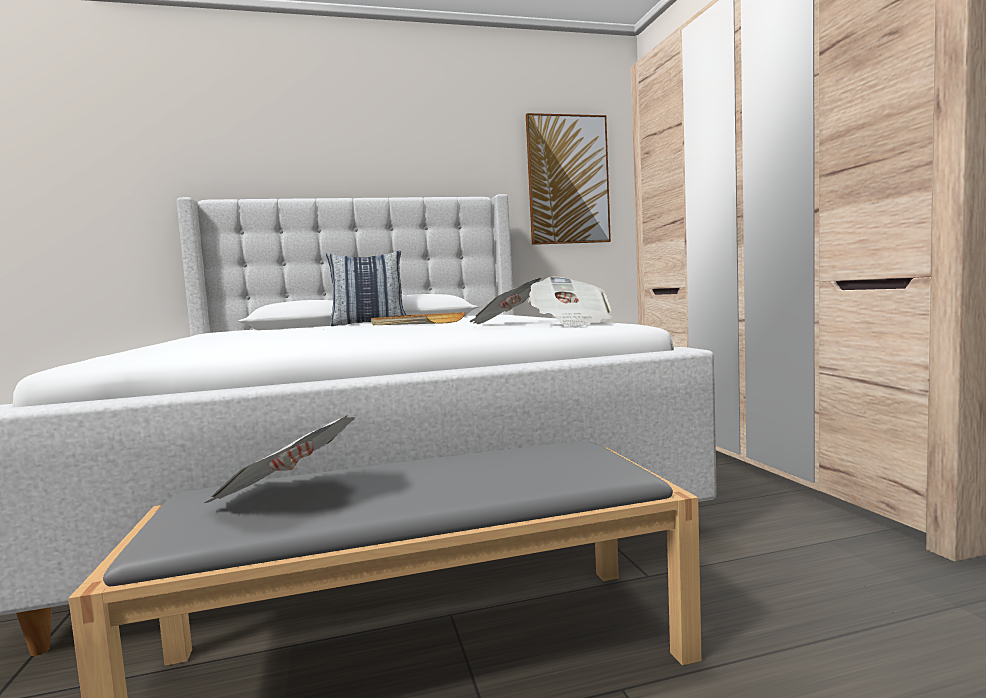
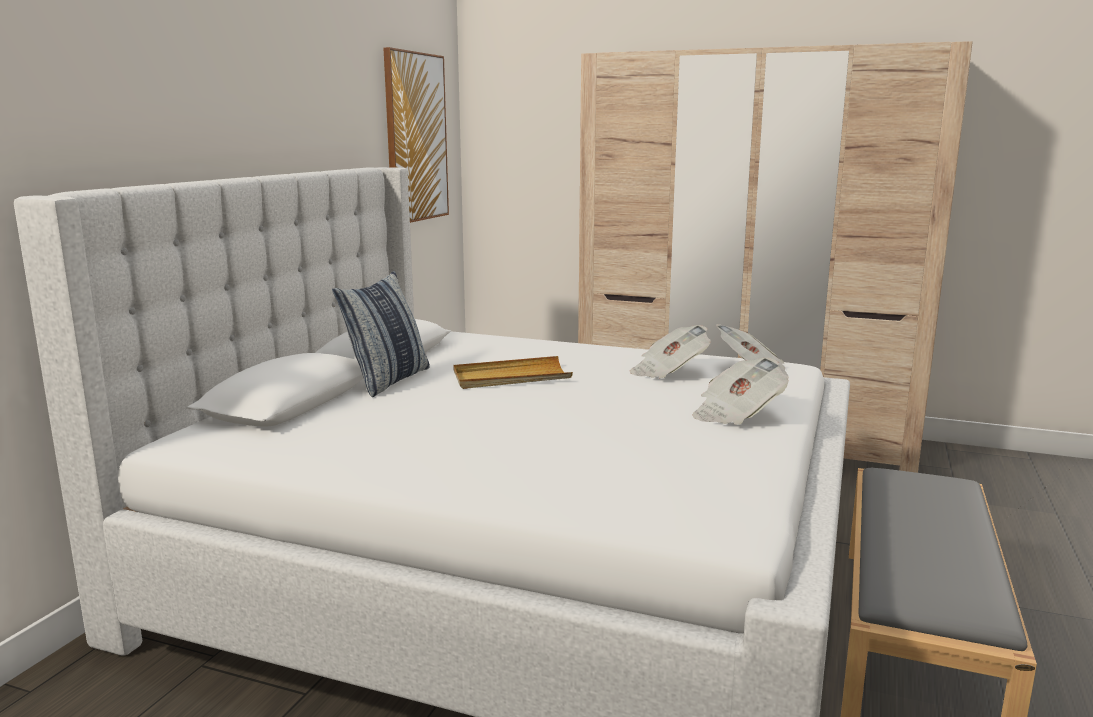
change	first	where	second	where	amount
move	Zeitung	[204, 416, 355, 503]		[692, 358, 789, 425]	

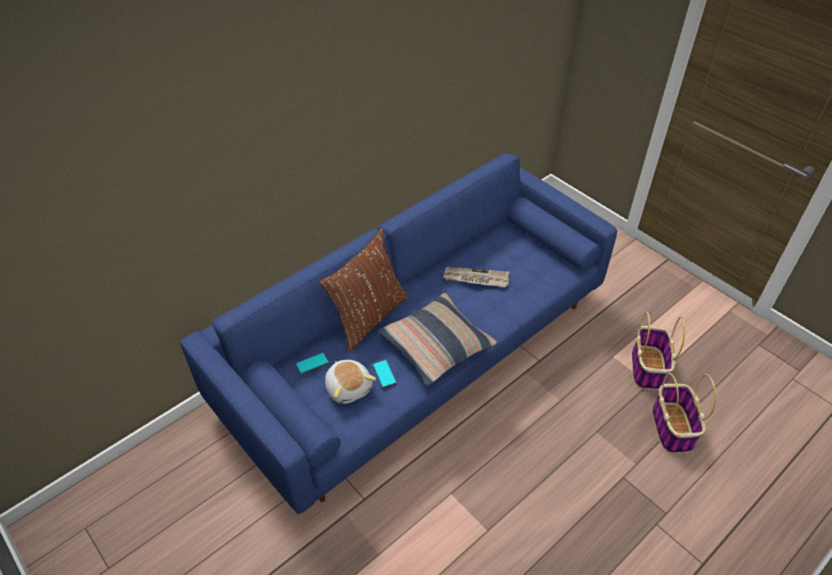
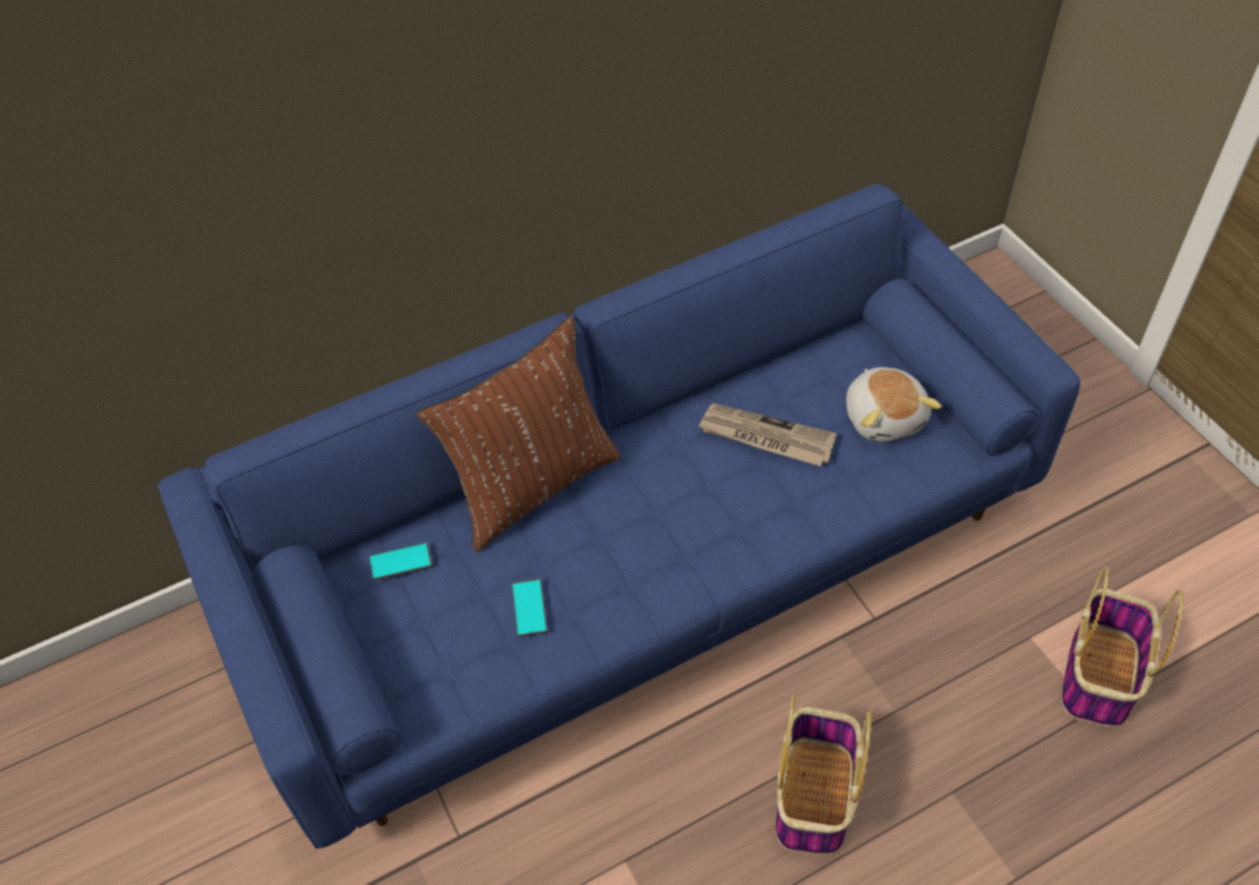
change	first	where	second	where	amount
delete	Kissen	[377, 293, 497, 387]			
move	Plüschtier	[325, 360, 376, 404]		[846, 367, 942, 442]	
move	Korb	[652, 373, 716, 454]		[776, 693, 872, 855]	

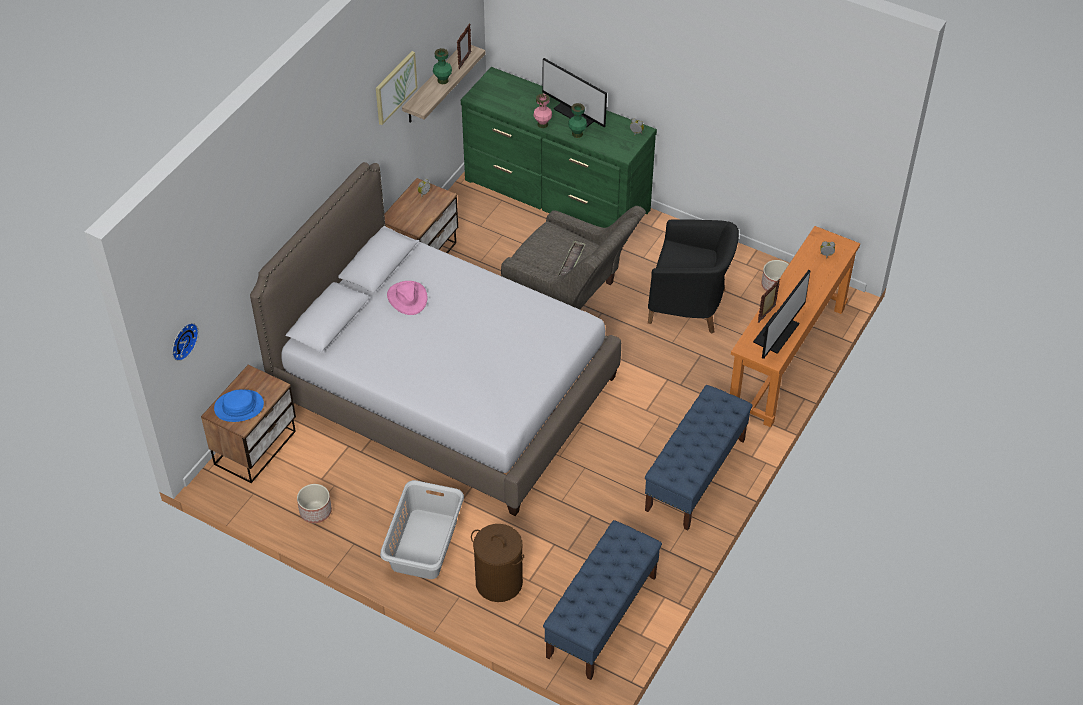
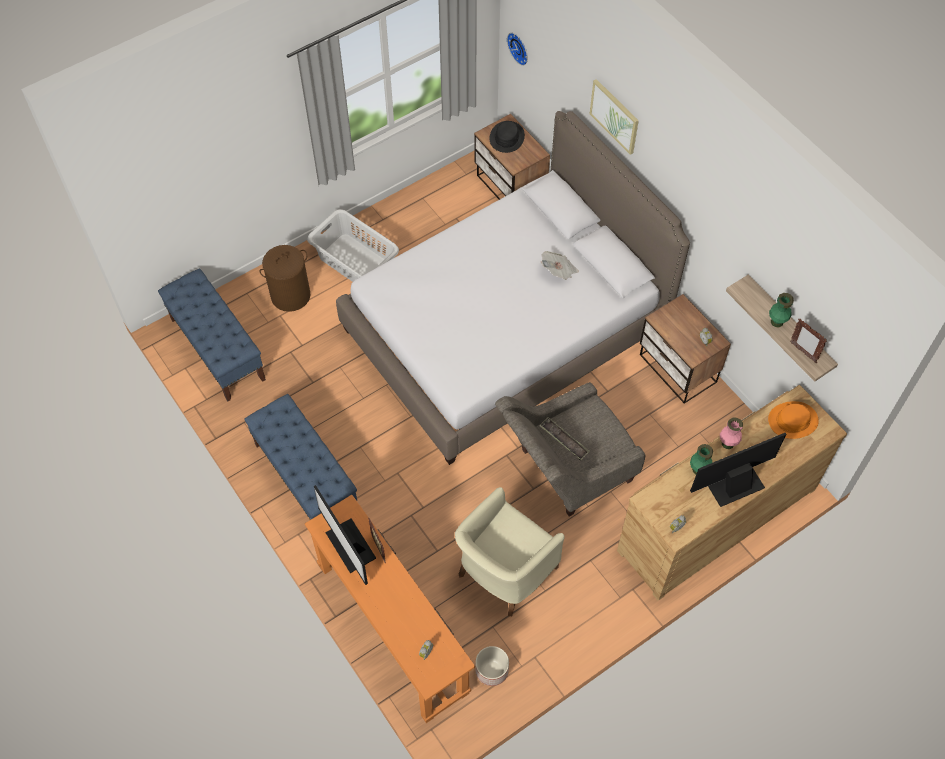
change	first	where	second	where	amount
delete	Pflanzkübel	[297, 484, 332, 523]			
insert			Hut (orange)	[768, 401, 819, 439]	
move	Bild	[376, 51, 418, 125]		[590, 79, 639, 155]	
replace	Hut (rosa)	[387, 281, 427, 315]	Zeitung	[541, 251, 579, 280]	
recolor	Hut (blau)	[214, 390, 264, 422]	Hut (schwarz)	[490, 121, 525, 153]	
recolor	Kommode (grün)	[461, 67, 657, 242]	Kommode (braun)	[617, 385, 847, 601]	
recolor	Sessel (schwarz)	[648, 220, 739, 334]	Sessel (beige)	[455, 487, 565, 616]	

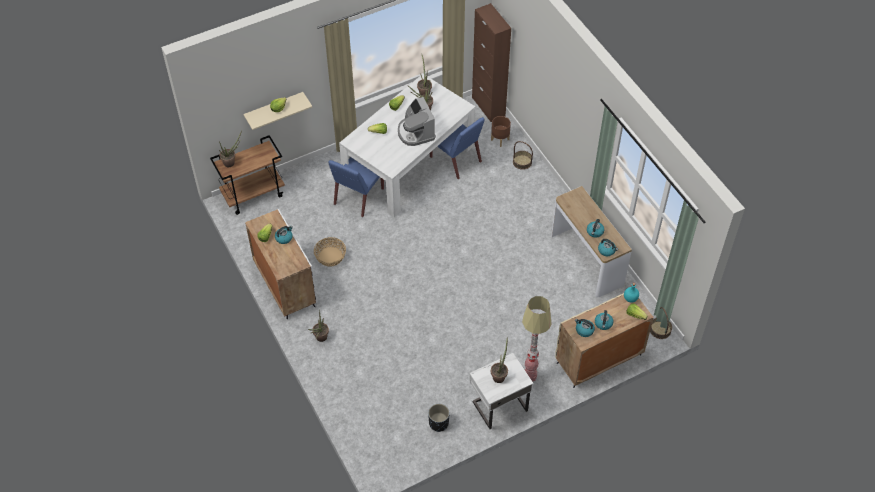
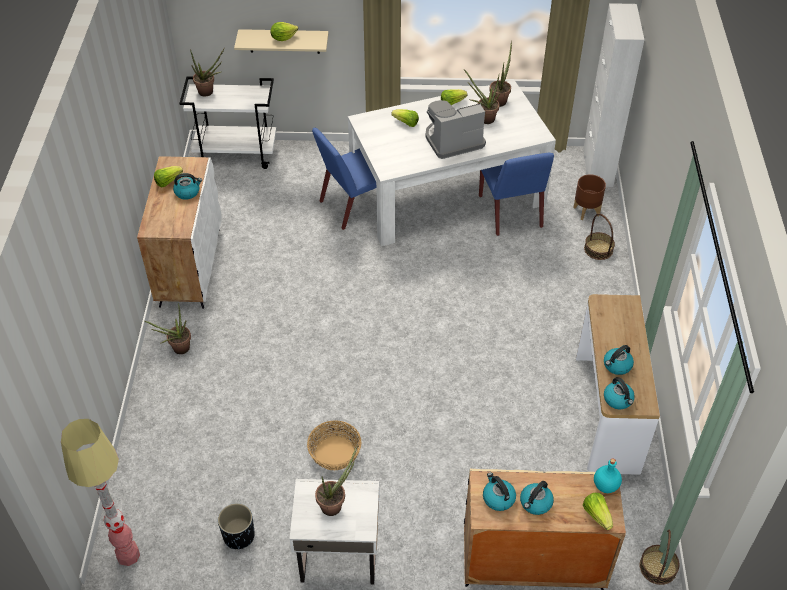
change	first	where	second	where	amount
move	Korb	[314, 237, 346, 267]		[307, 421, 361, 470]	
move	Stehlampe	[522, 296, 551, 382]		[61, 419, 140, 566]	
recolor	Rollwagen (braun)	[210, 135, 285, 215]	Rollwagen (weiß)	[179, 77, 277, 169]	
recolor	Schrank (braun)	[472, 3, 511, 122]	Schrank (weiß)	[583, 3, 644, 187]	
rotate	Kaffeemaschine	[398, 97, 436, 146]		[426, 100, 486, 159]	60 degrees clockwise

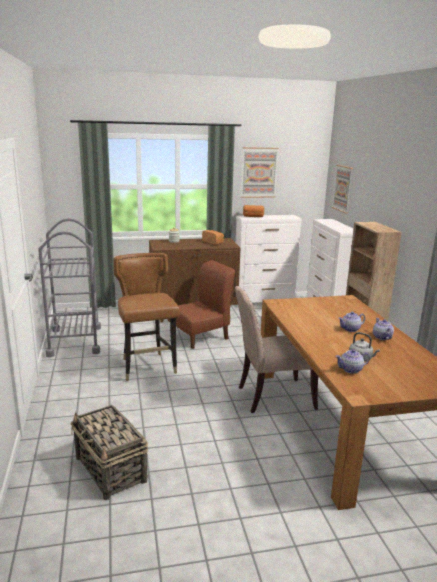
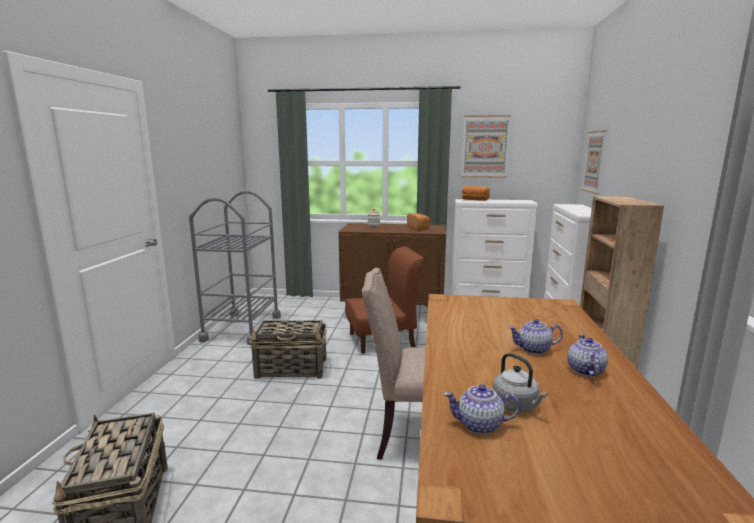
change	first	where	second	where	amount
replace	Stuhl (braun)	[114, 253, 180, 381]	Korb	[249, 320, 327, 379]	

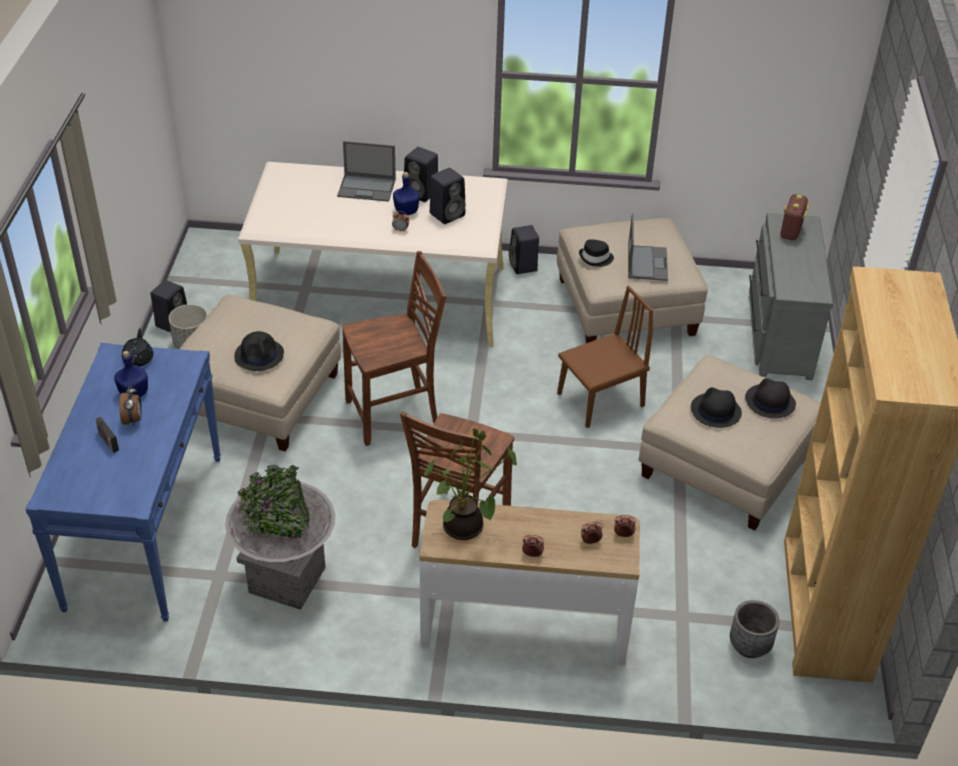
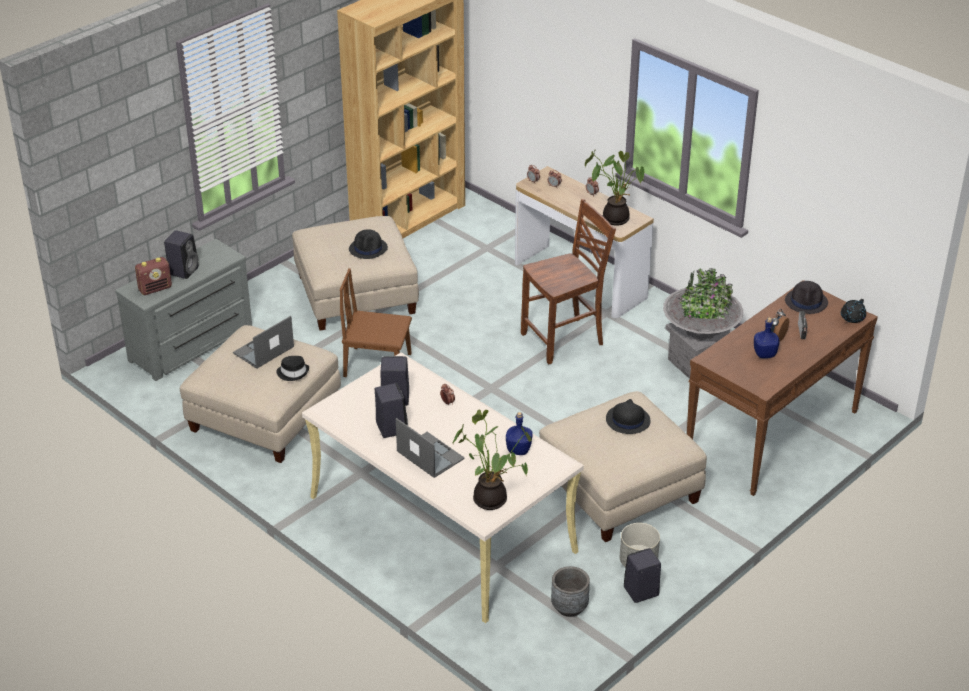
change	first	where	second	where	amount
delete	Stuhl (braun)	[342, 251, 446, 446]			
insert			Topfpflanze	[453, 409, 532, 510]	
move	Teekanne (schwarz)	[122, 328, 153, 367]		[841, 299, 866, 323]	
move	Flasche (blau)	[393, 172, 419, 215]		[506, 412, 533, 455]	
move	Lautsprecher (schwarz)	[509, 225, 539, 274]		[164, 230, 199, 279]	
move	Pflanzkübel (grau)	[730, 600, 779, 658]		[551, 566, 590, 617]	
move	Hut (schwarz)	[745, 378, 796, 418]		[785, 281, 828, 314]	
recolor	Konsolentisch (blau)	[26, 343, 221, 622]	Konsolentisch (braun)	[687, 280, 878, 496]	

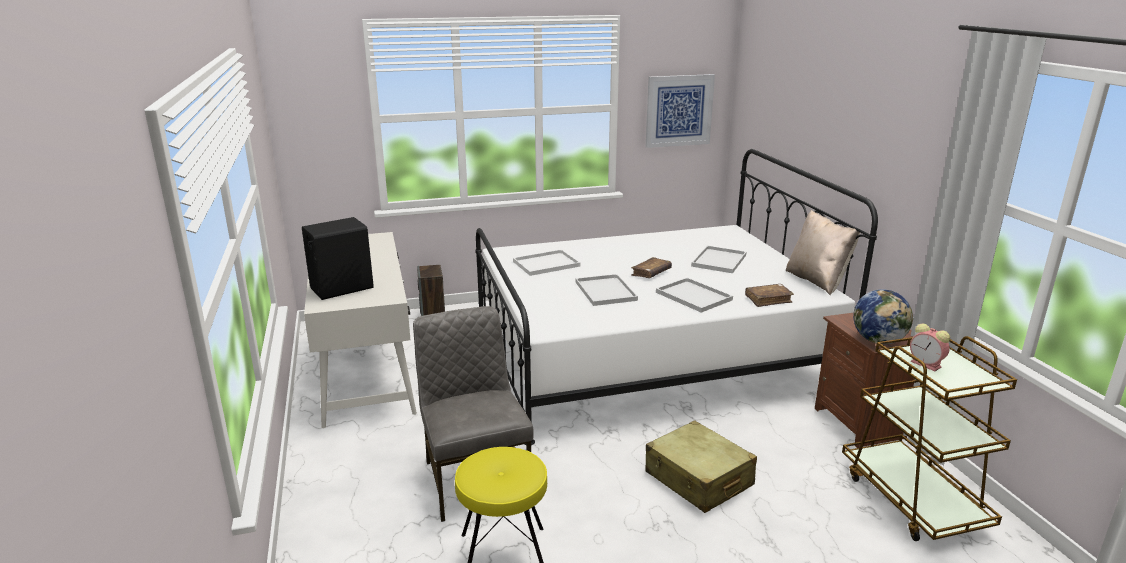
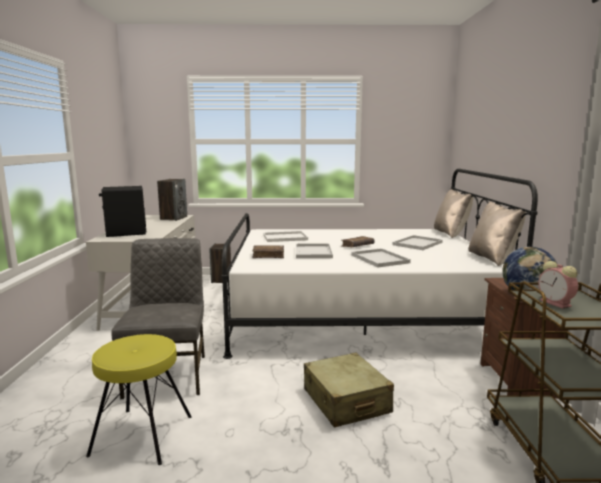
change	first	where	second	where	amount
delete	Bild	[646, 74, 715, 148]			
insert			Lautsprecher	[157, 179, 187, 221]	
insert			Kissen (beige)	[434, 189, 473, 238]	
move	Buch (braun)	[745, 284, 794, 307]		[252, 245, 284, 258]	

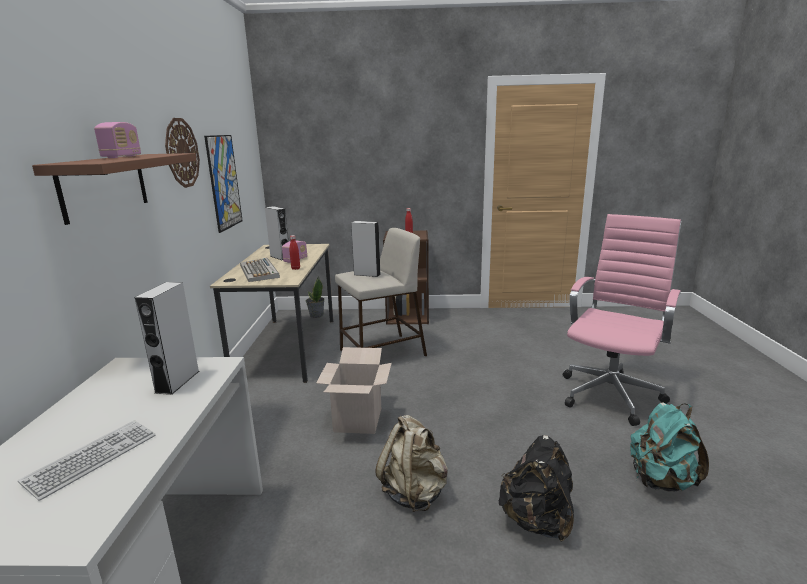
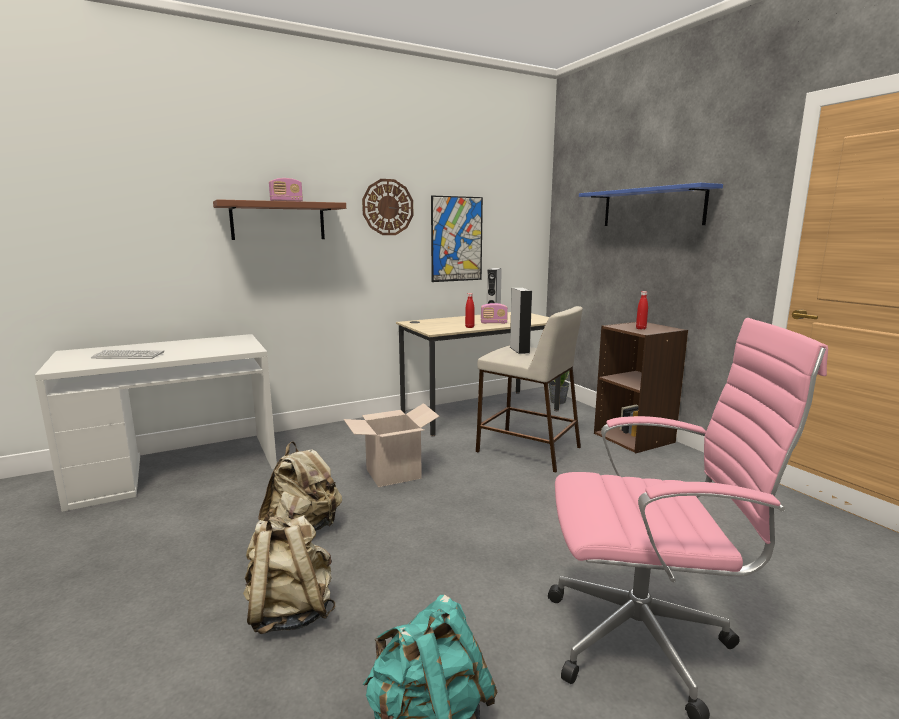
change	first	where	second	where	amount
delete	Lautsprecher (grau)	[135, 282, 199, 395]			
delete	Tastatur	[240, 258, 280, 282]			
insert			Wandregal (blau)	[579, 183, 723, 226]	
recolor	Rucksack (schwarz)	[499, 435, 574, 542]	Rucksack (beige)	[243, 515, 335, 634]	

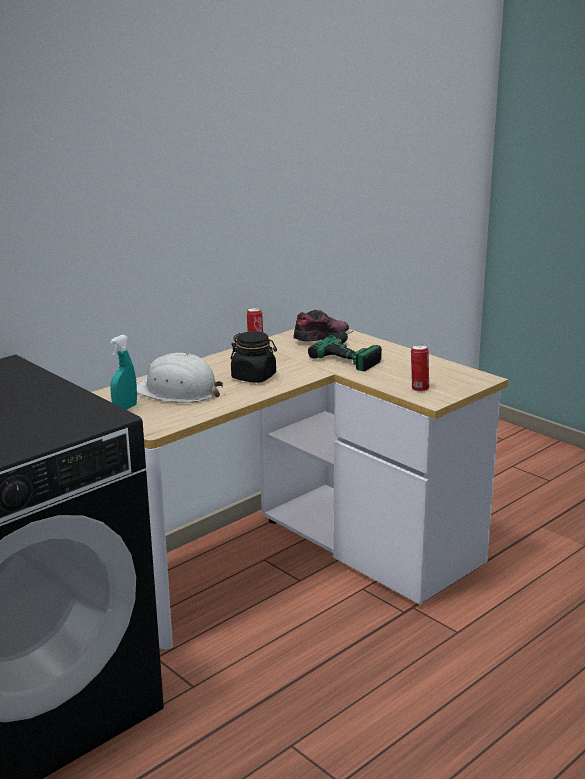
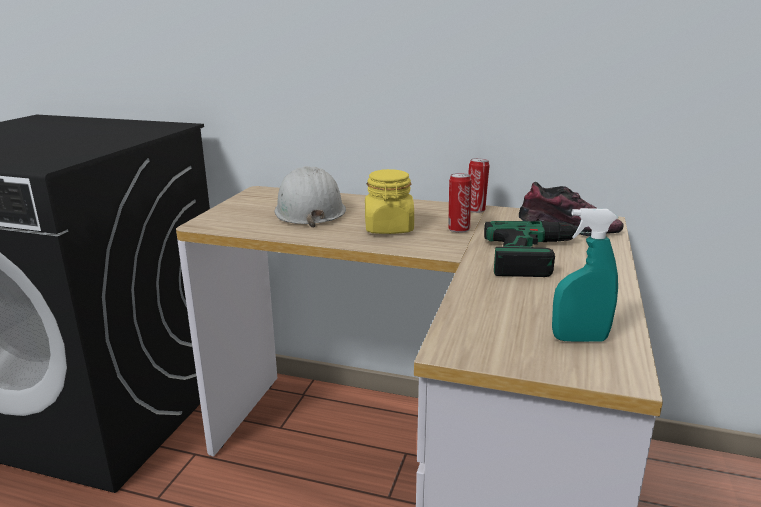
change	first	where	second	where	amount
move	Sprühflasche (türkis)	[110, 335, 137, 410]		[552, 208, 618, 342]	
move	Dose	[411, 344, 429, 392]		[448, 173, 472, 233]	
recolor	Vorratsglas (schwarz)	[231, 331, 277, 383]	Vorratsglas (gelb)	[365, 169, 414, 234]	

